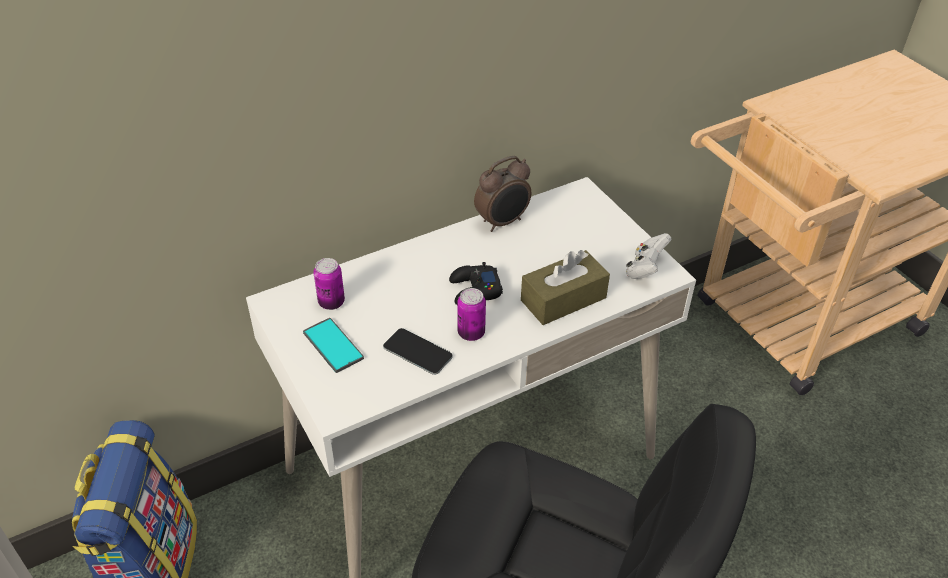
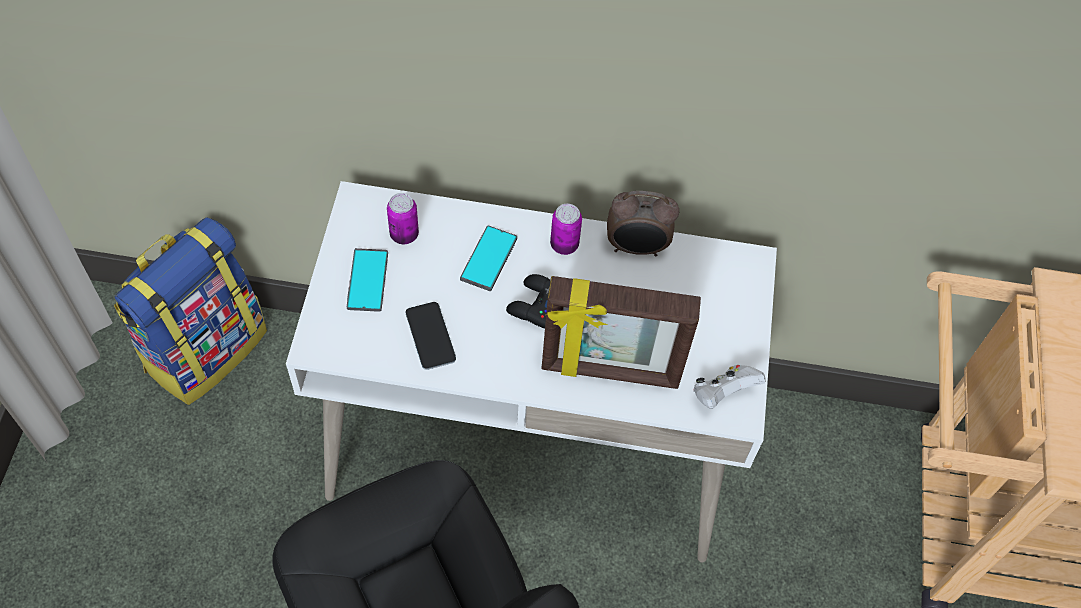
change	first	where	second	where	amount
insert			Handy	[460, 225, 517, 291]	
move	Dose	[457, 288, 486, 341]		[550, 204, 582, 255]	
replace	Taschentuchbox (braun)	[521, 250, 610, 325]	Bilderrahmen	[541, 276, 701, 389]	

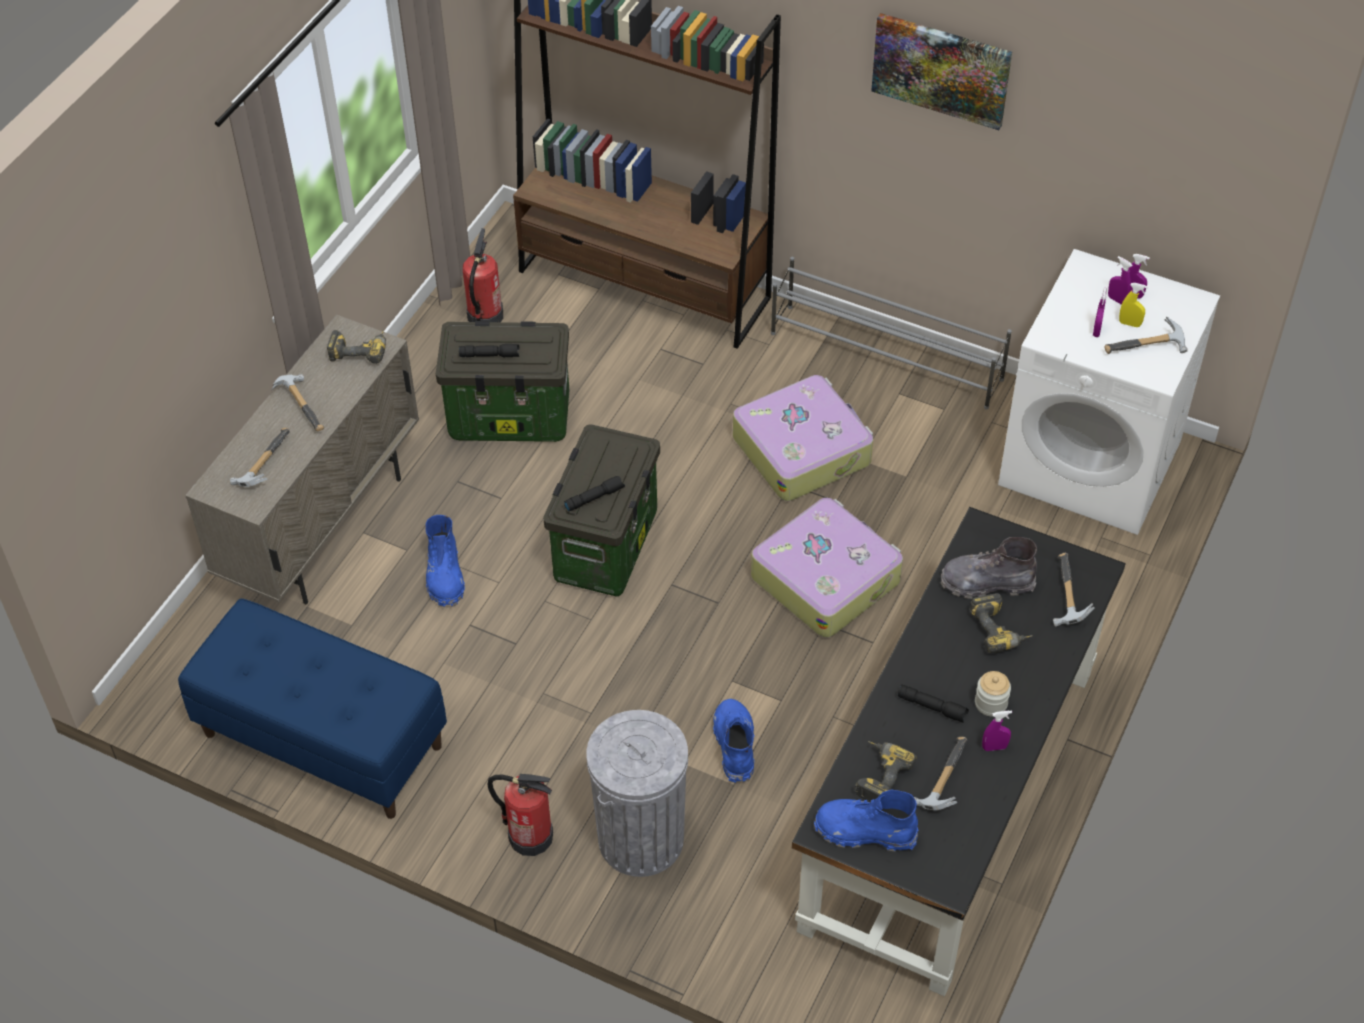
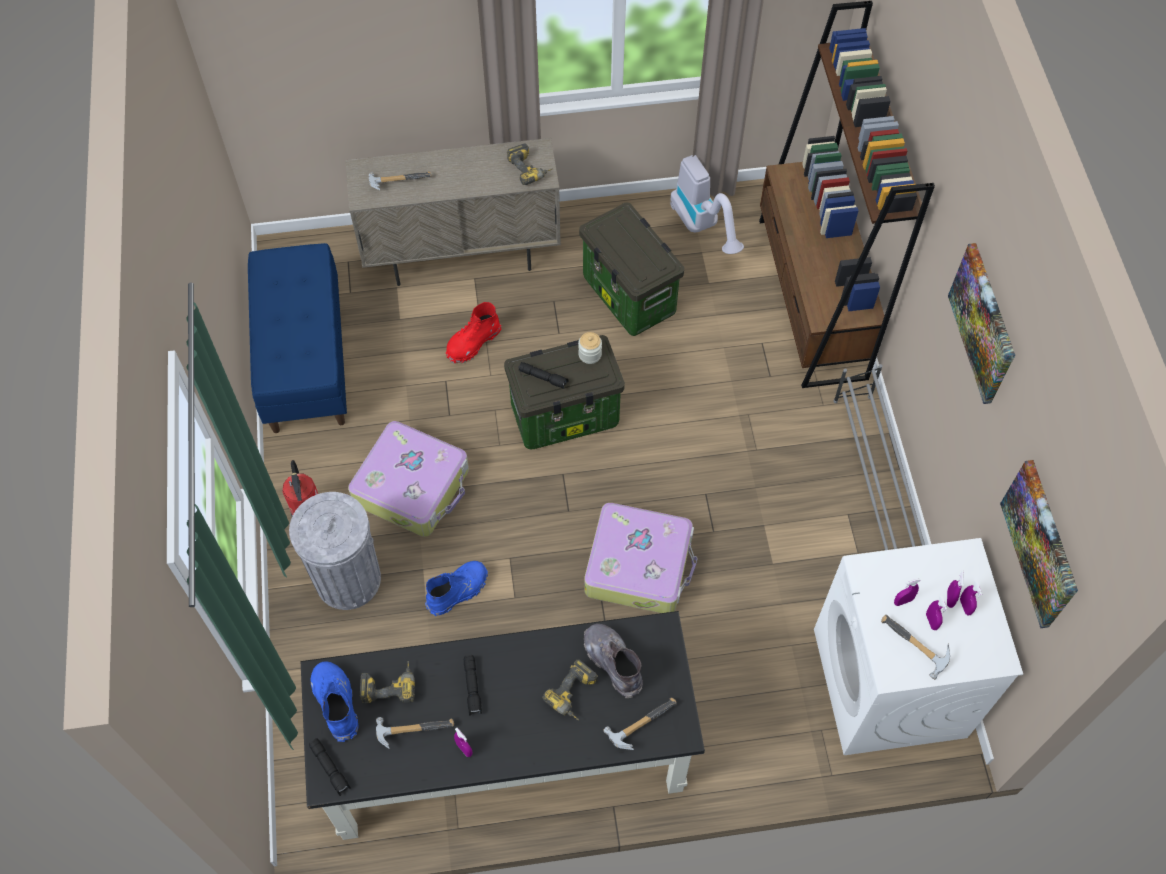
change	first	where	second	where	amount
delete	Hammer	[271, 374, 324, 431]			
insert			Bild	[1000, 460, 1078, 628]	
move	Taschenlampe (schwarz)	[459, 344, 519, 357]		[309, 738, 351, 796]	
move	Koffer	[733, 375, 873, 501]		[348, 421, 469, 537]	
move	Vorratsglas	[975, 671, 1011, 717]		[578, 332, 602, 364]	
replace	Feuerlöscher	[463, 228, 503, 322]	Staubsauger	[670, 155, 744, 254]	
recolor	Stiefel (blau)	[425, 515, 465, 607]	Stiefel (rot)	[446, 302, 502, 364]	
recolor	Sprühflasche (gelb)	[1119, 283, 1148, 327]	Sprühflasche (lila)	[926, 595, 948, 630]	

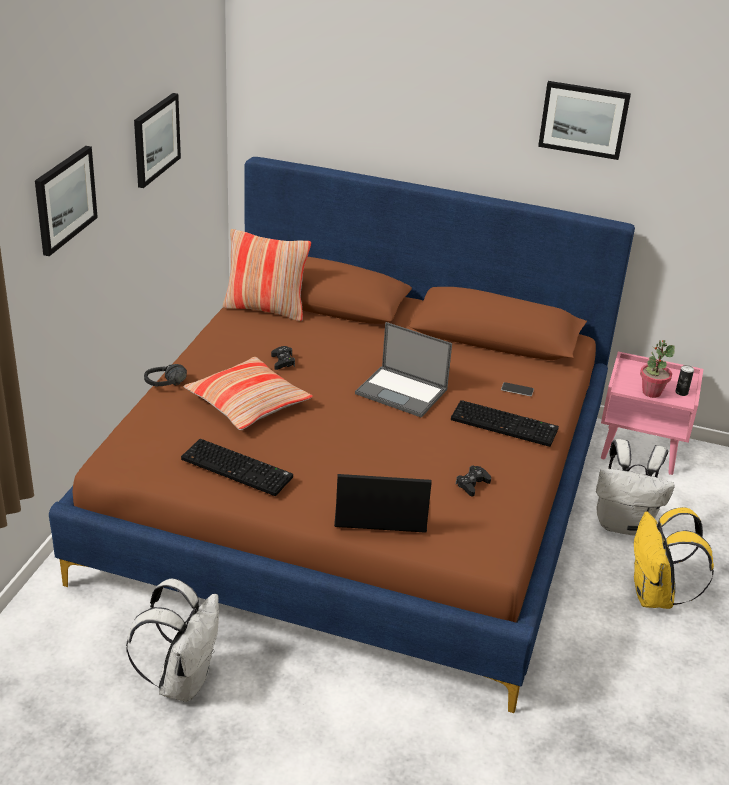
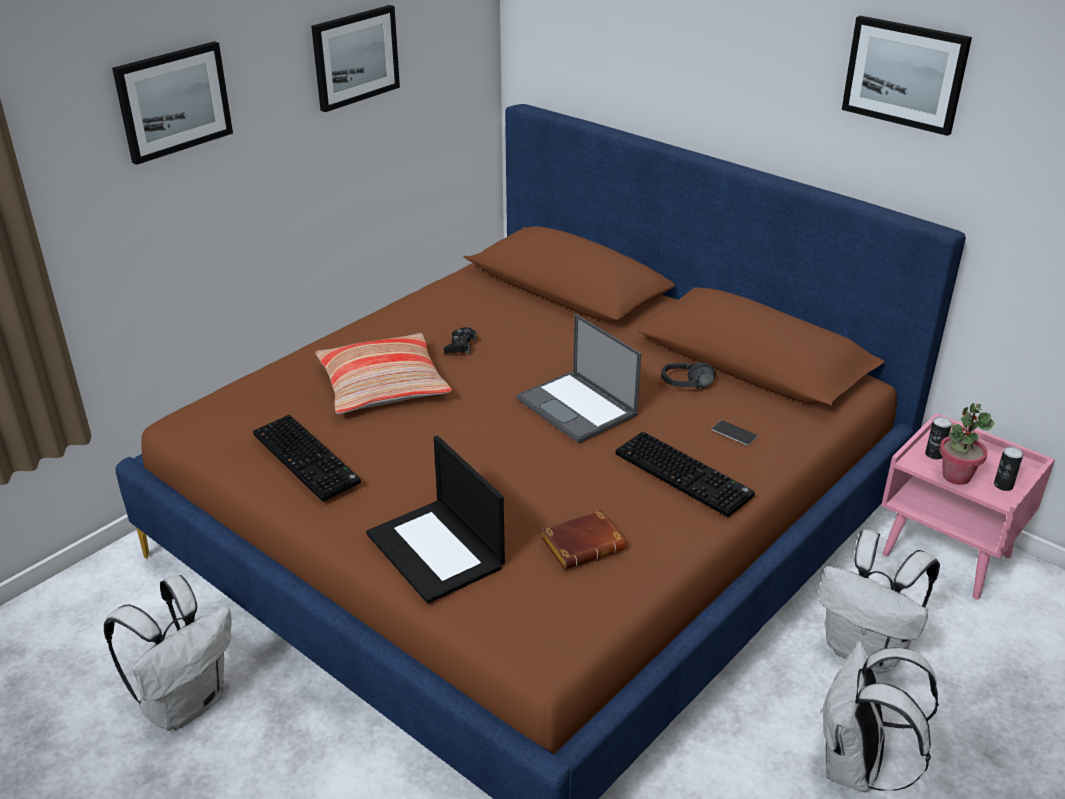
change	first	where	second	where	amount
delete	Kissen	[223, 229, 311, 321]			
insert			Dose	[925, 416, 952, 460]	
move	Kopfhörer (schwarz)	[144, 364, 187, 386]		[661, 362, 716, 389]	
replace	Gamepad (schwarz)	[455, 466, 491, 496]	Buch (braun)	[541, 509, 626, 570]	
recolor	Rucksack (gelb)	[634, 507, 714, 609]	Rucksack (weiß)	[820, 641, 939, 792]	
rotate	Laptop	[334, 474, 432, 533]		[366, 436, 505, 604]	150 degrees counterclockwise

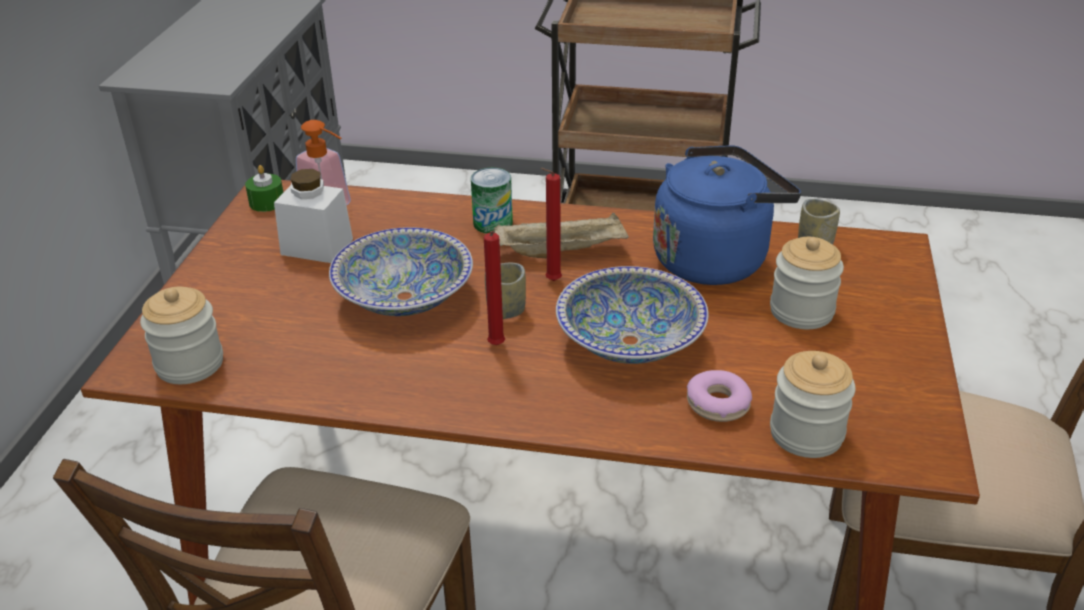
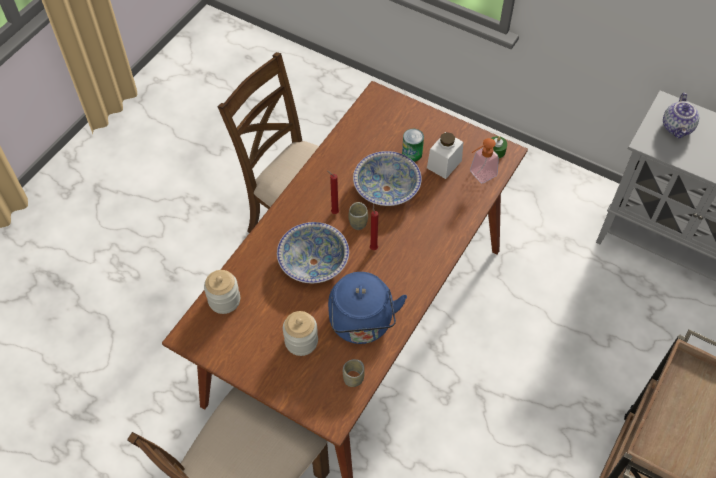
change	first	where	second	where	amount
delete	Vorratsglas	[140, 287, 223, 384]			
delete	Tablett (beige)	[494, 213, 629, 258]			
delete	Donut	[687, 370, 752, 422]			
insert			Teekanne	[663, 93, 699, 138]	
move	Dose	[471, 168, 513, 234]		[402, 129, 424, 162]	

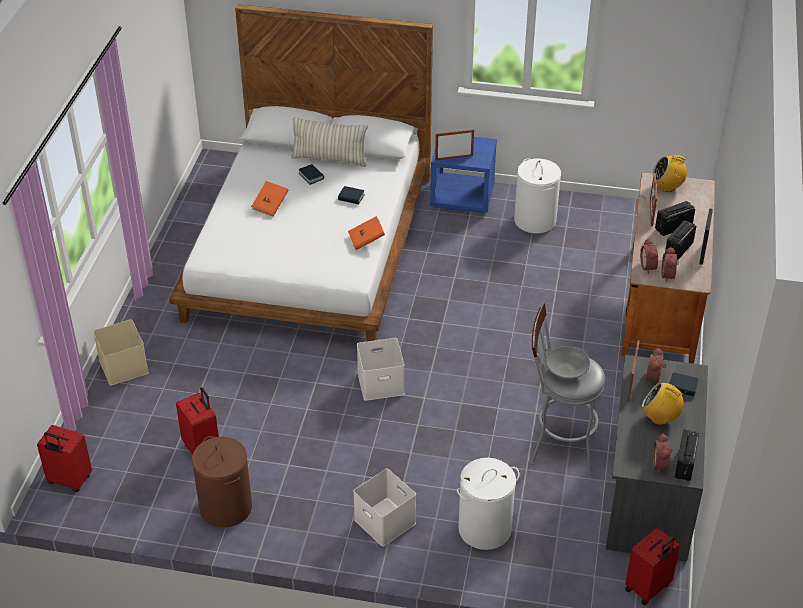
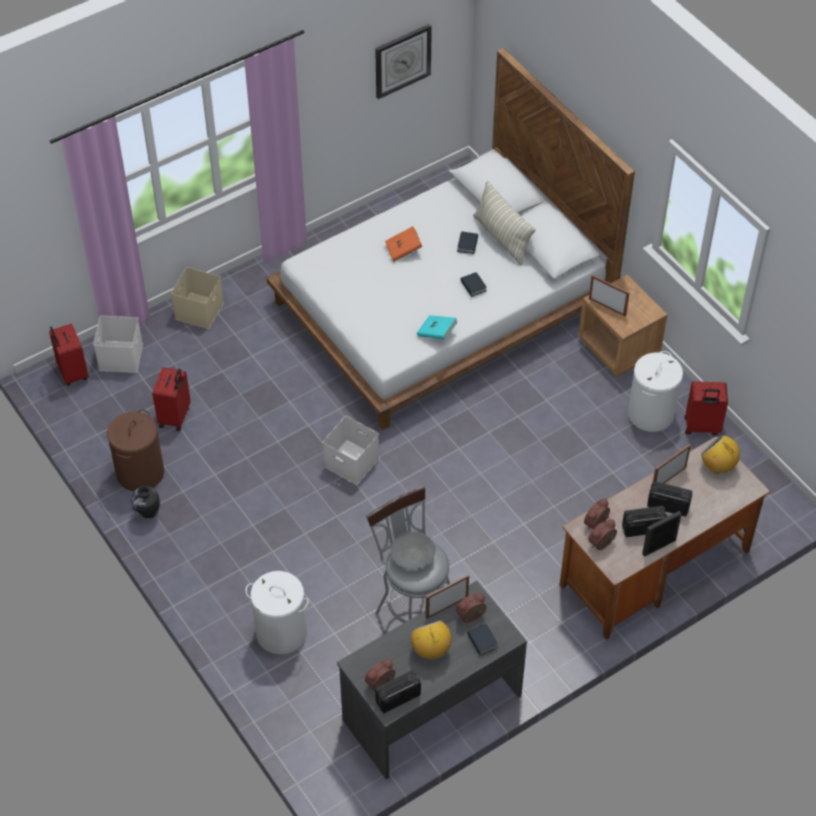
change	first	where	second	where	amount
insert			Vase	[131, 486, 160, 520]	
insert			Wanduhr	[375, 24, 432, 99]	
move	Aufbewahrungsbox (weiß)	[353, 468, 416, 547]		[93, 316, 143, 373]	
move	Koffer (rot)	[625, 527, 681, 605]		[685, 381, 728, 436]	
recolor	Buch (orange)	[348, 216, 385, 250]	Buch (türkis)	[417, 315, 458, 339]	
recolor	Nachttisch (blau)	[430, 137, 497, 213]	Nachttisch (braun)	[578, 275, 668, 377]	

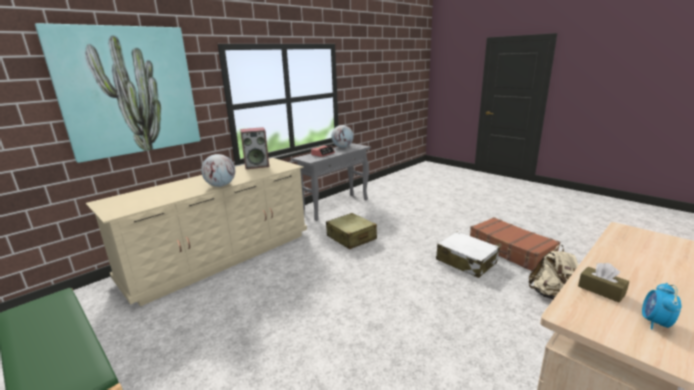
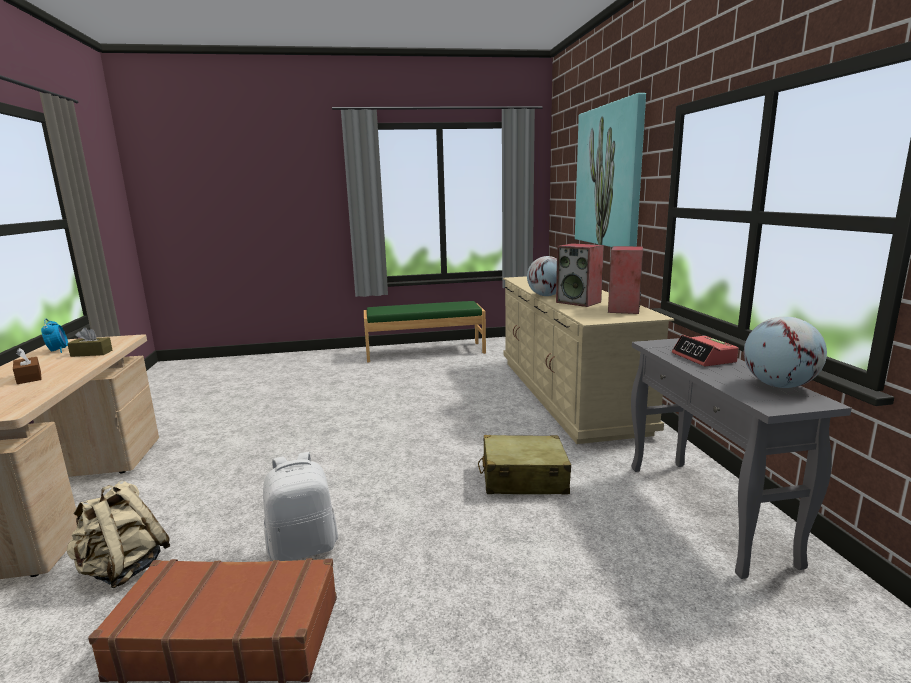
change	first	where	second	where	amount
insert			Taschentuchbox (braun)	[13, 348, 42, 384]	
insert			Lautsprecher	[556, 243, 604, 307]	
replace	Koffer (weiß)	[436, 231, 500, 278]	Rucksack (weiß)	[263, 452, 338, 561]	

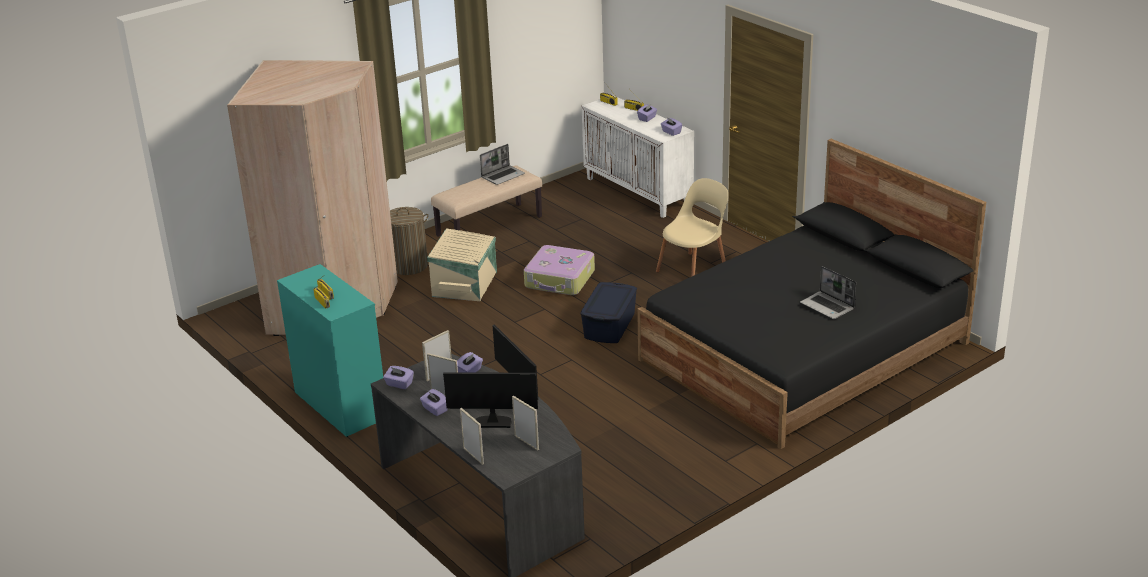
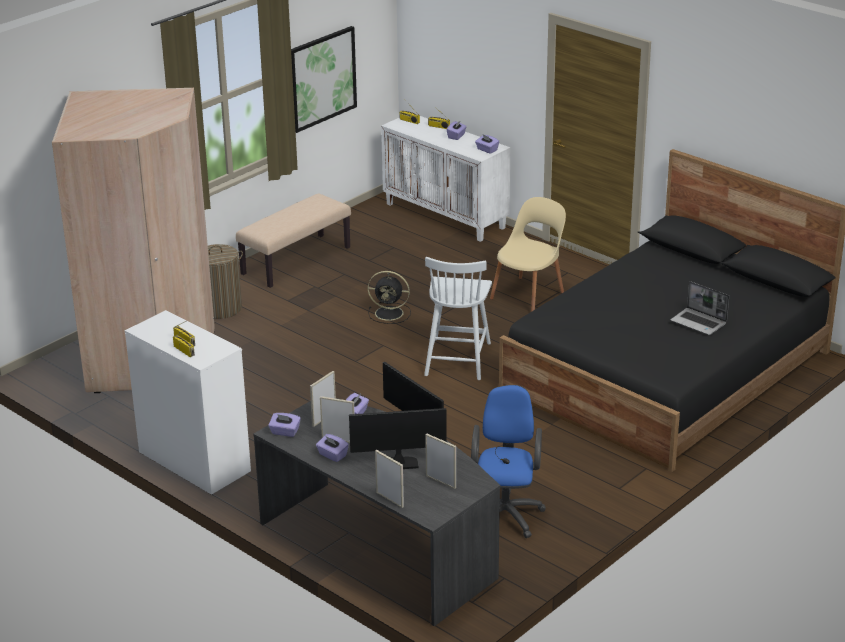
change	first	where	second	where	amount
delete	Aufbewahrungsbox (beige)	[427, 229, 497, 301]			
delete	Laptop	[480, 144, 525, 185]			
insert			Bild	[291, 26, 357, 133]	
insert			Bürostuhl (blau)	[471, 385, 546, 538]	
replace	Koffer	[524, 245, 595, 295]	Ventilator (schwarz)	[368, 271, 411, 324]	
replace	Aufbewahrungsbox (blau)	[580, 282, 637, 343]	Stuhl (weiß)	[424, 257, 492, 380]	
recolor	Kommode (türkis)	[277, 264, 383, 437]	Kommode (weiß)	[125, 310, 251, 495]	

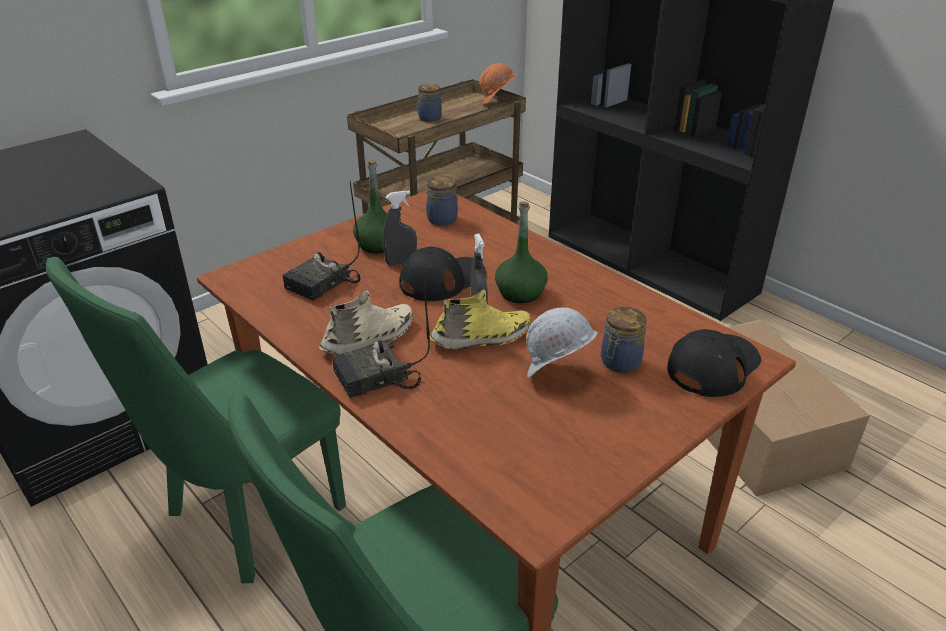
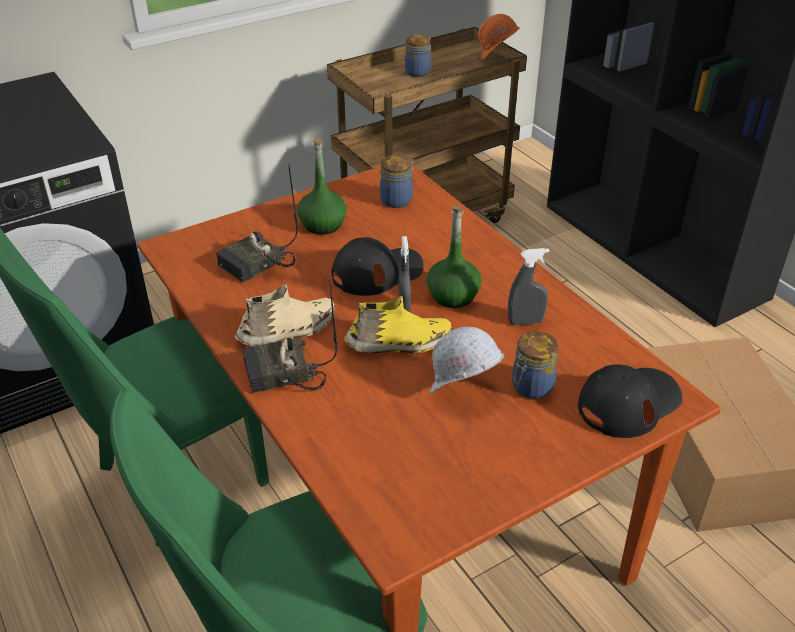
change	first	where	second	where	amount
move	Sprühflasche (grau)	[382, 190, 417, 265]		[508, 248, 549, 325]	

